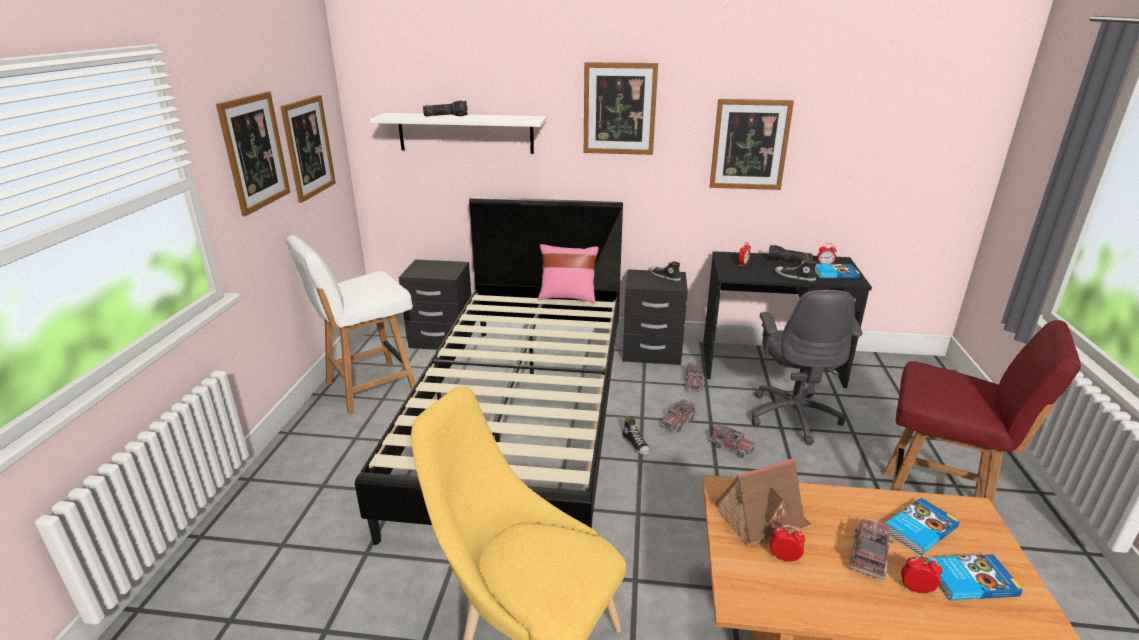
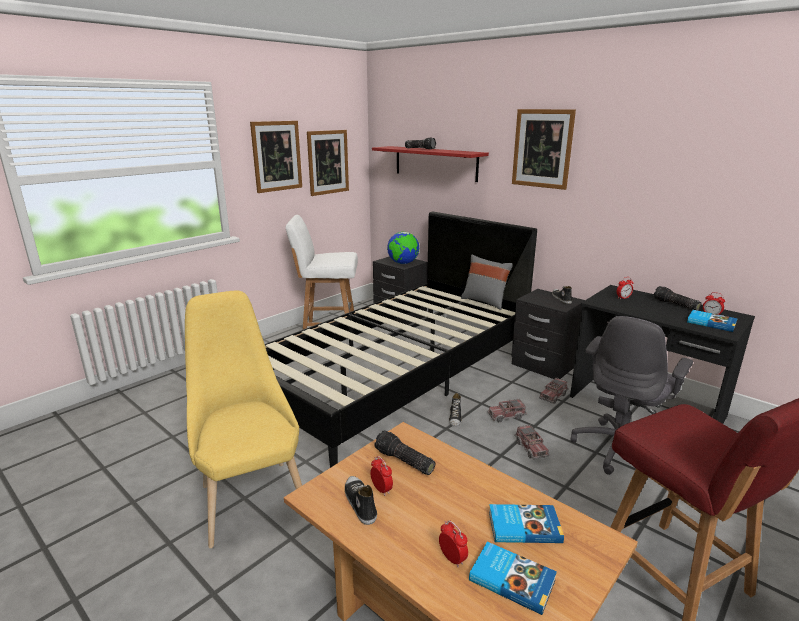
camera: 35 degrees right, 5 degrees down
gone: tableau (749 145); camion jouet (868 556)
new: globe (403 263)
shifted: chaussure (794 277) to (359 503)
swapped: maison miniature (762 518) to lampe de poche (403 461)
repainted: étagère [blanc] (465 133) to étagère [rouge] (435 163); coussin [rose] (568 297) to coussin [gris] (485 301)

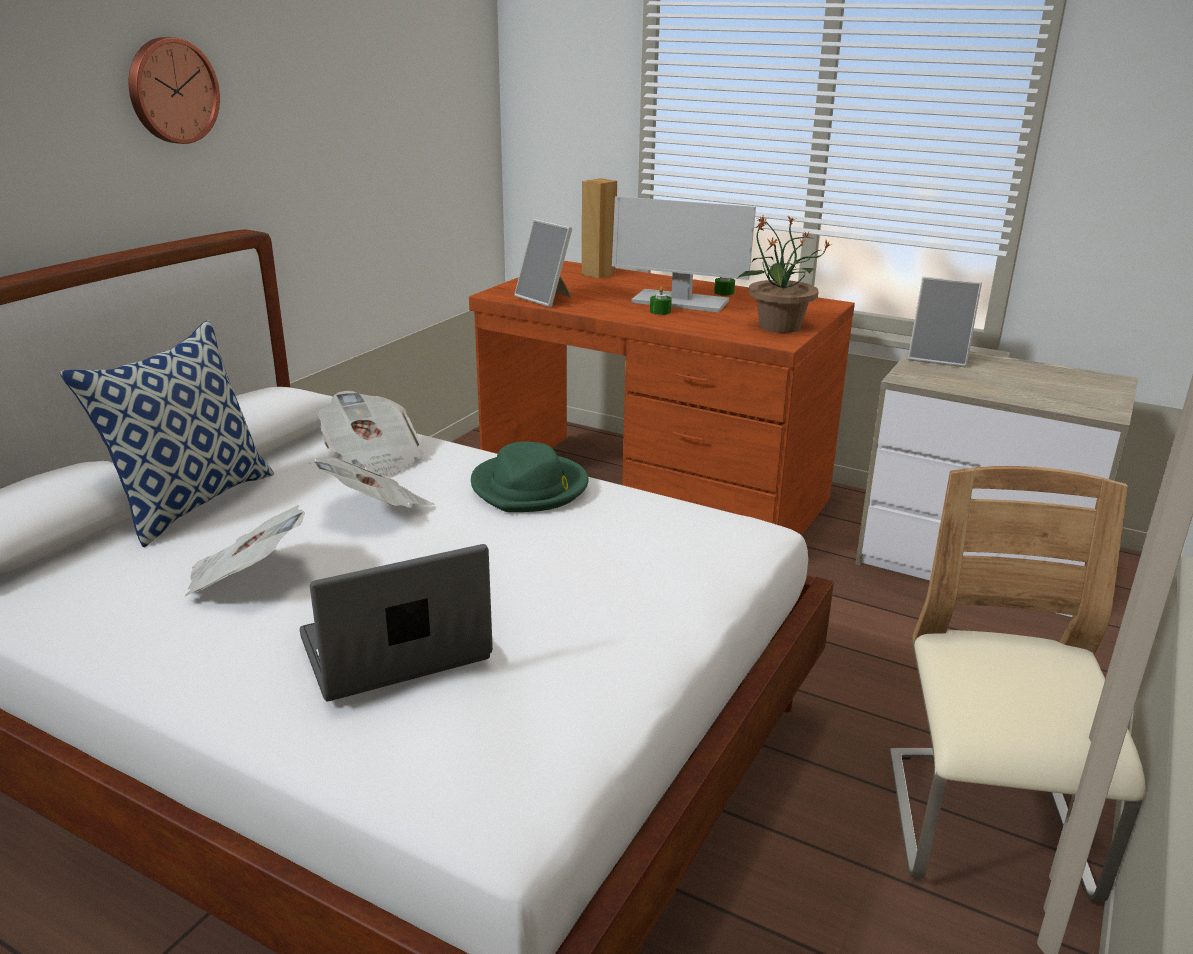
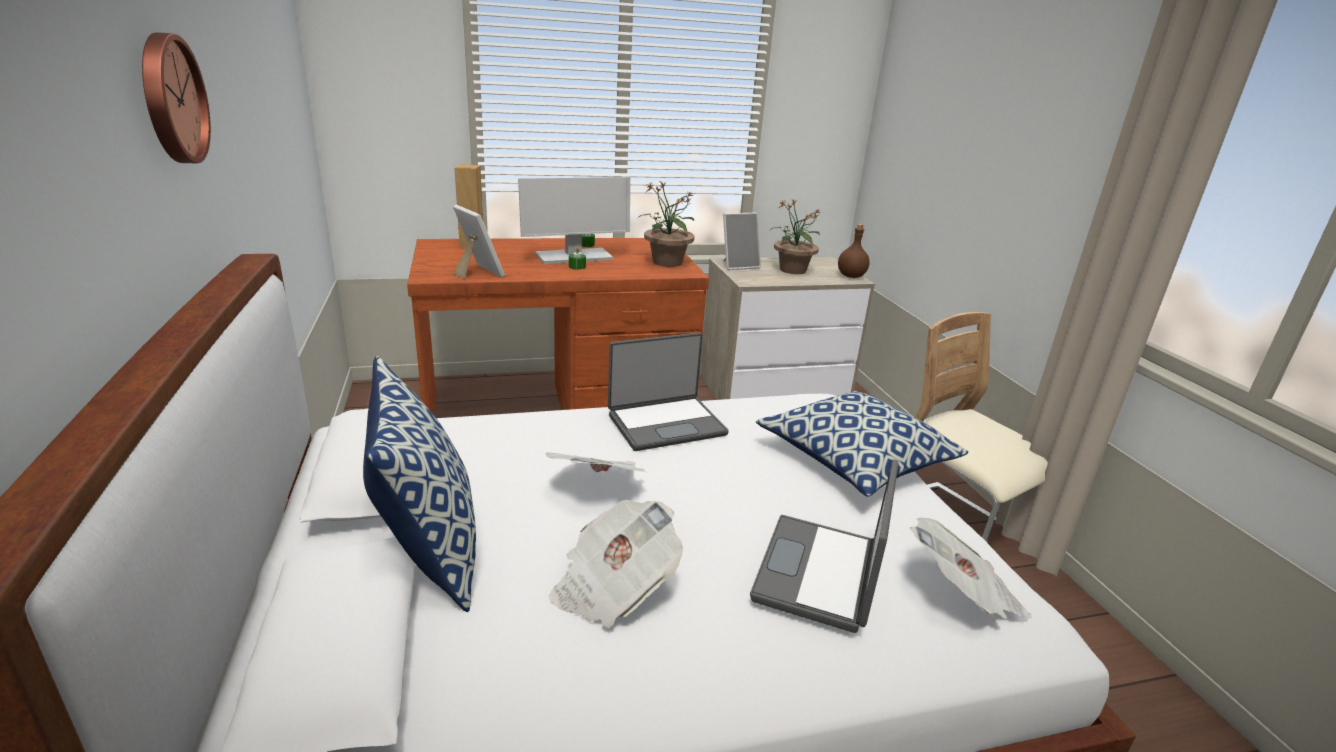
camera: 45 degrees left, 0 degrees up
new: coussin (854 460); plante en pot (792 270); bouteille [marron] (851 276)
shifted: journal (373 459) to (962 595)
swapped: chapeau [vert] (530 488) to ordinateur portable (666 424)
rotated: cadre photo (546 299) = (477 273) 135 degrees counterclockwise

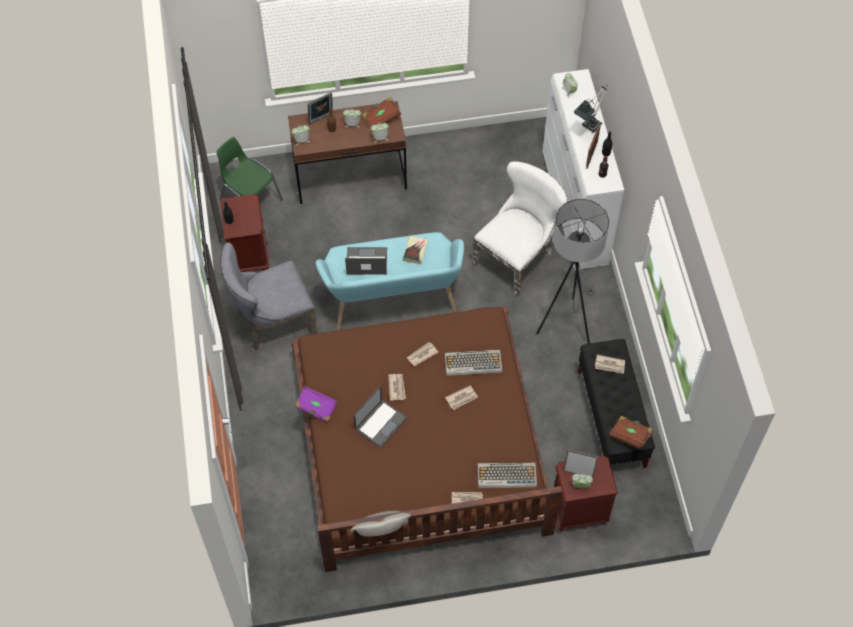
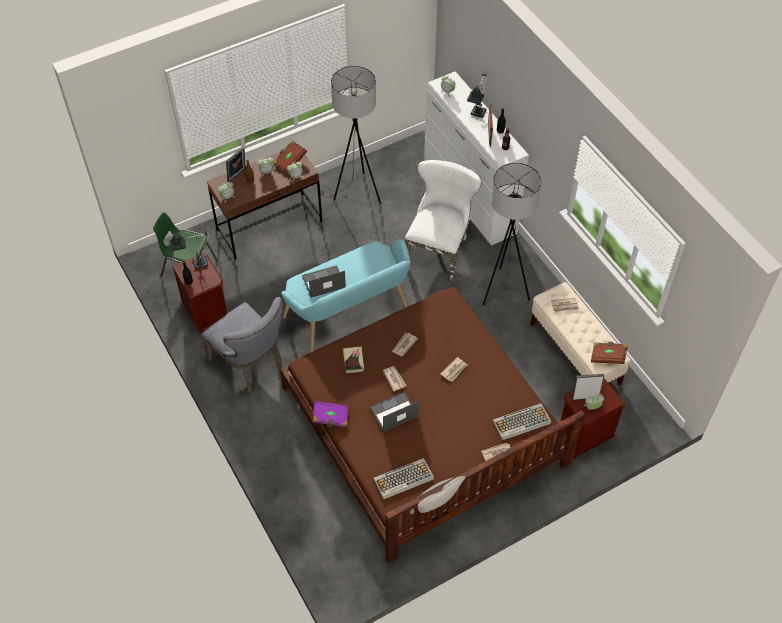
camera: 20 degrees left, 5 degrees down
new: lampe de table (196 264); lampadaire [gris] (356 193)
shifted: livre (415 251) to (353 361); clavier (472 363) to (403 479)
repainted: banc [noir] (611 419) to banc [beige] (575 354)
rotated: chaise [gris] (272 322) = (250 364) 90 degrees counterclockwise; ordinateur portable (381 423) = (393 412) 135 degrees counterclockwise

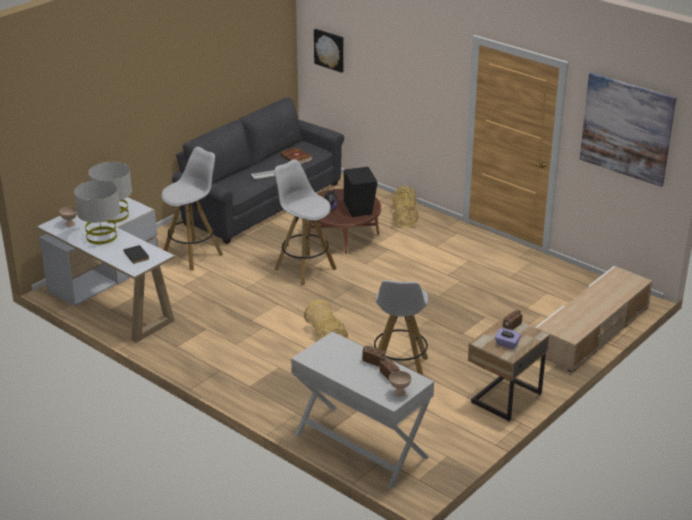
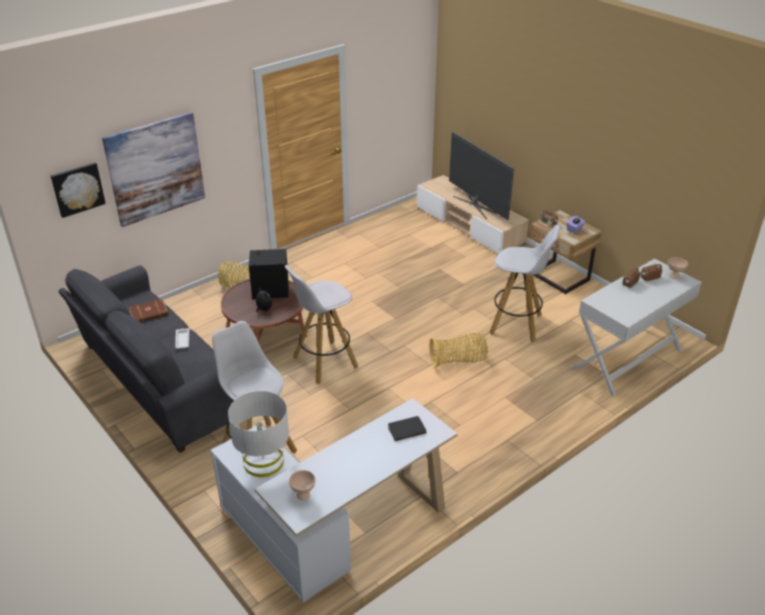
camera: 80 degrees left, 5 degrees up
gone: lampe de table [gris] (101 236)
new: téléviseur (476 205)
shifted: tableau (627 129) to (155 169)

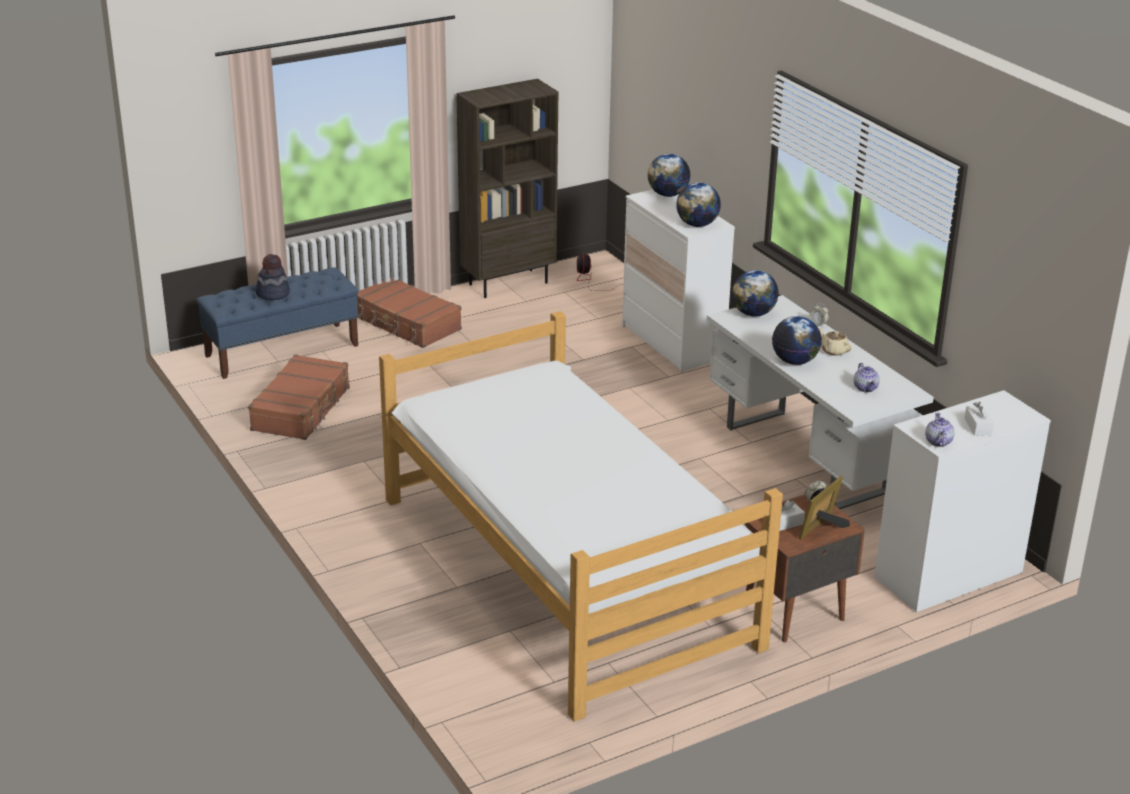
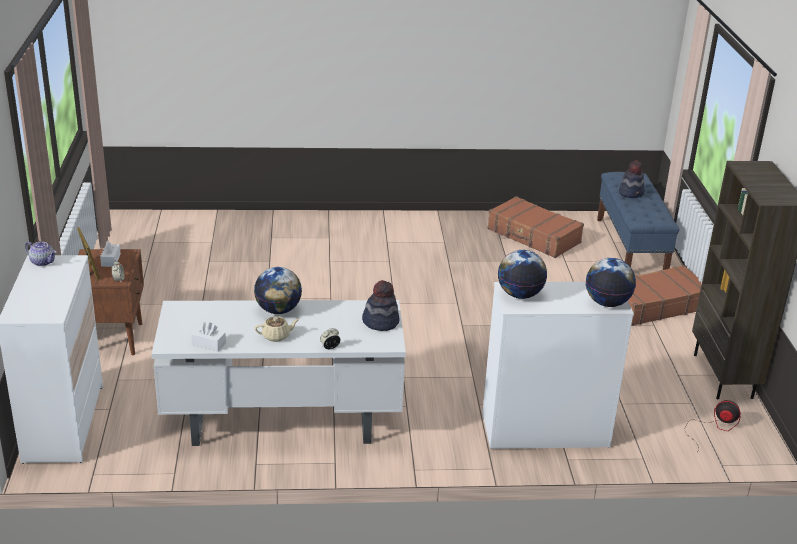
camera: 115 degrees right, 0 degrees up
gone: lit (564 571); théière (866 388)
shifted: boîte à mouchoirs [blanc] (977 426) to (208 344)
swapped: globe (753 314) to chapeau (380 322)

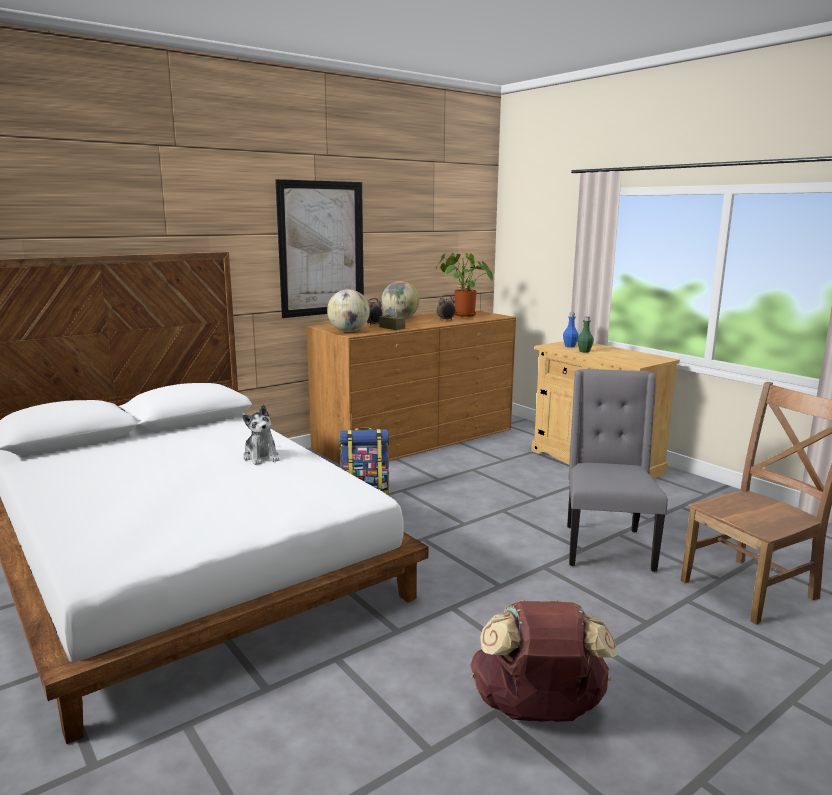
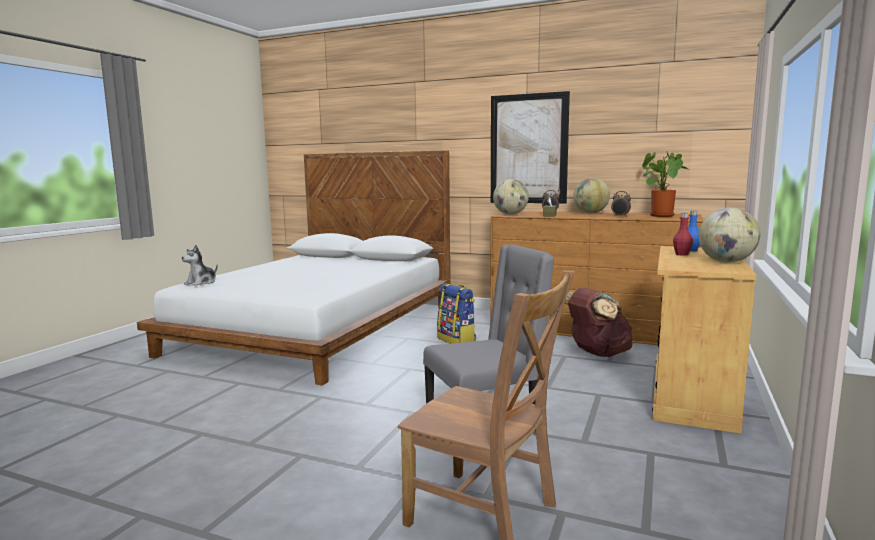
camera: 60 degrees right, 5 degrees down
new: globe (726 262)
shifted: peluche (261 457) to (201 282); sac à dos [marron] (537 711) to (597 353)
repainted: bouteille [vert] (584 351) to bouteille [rouge] (681 254)

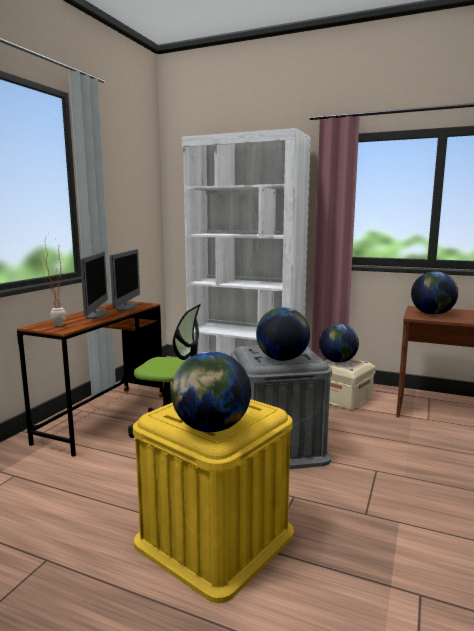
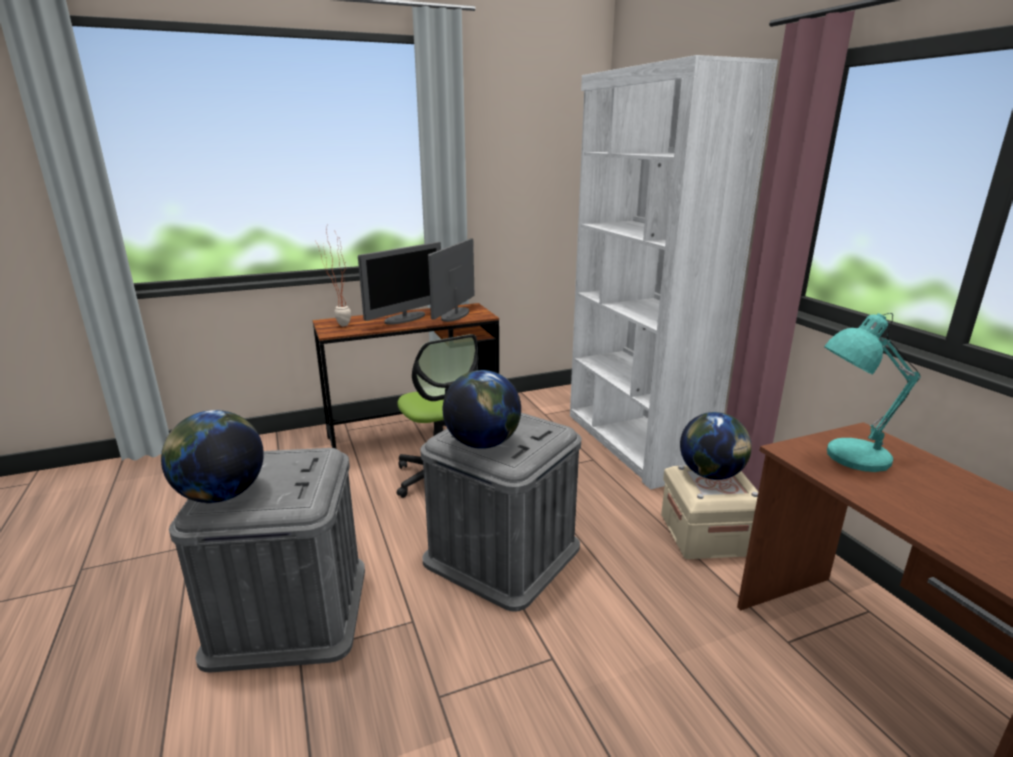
camera: 45 degrees right, 10 degrees up
swapped: globe (432 314) to lampe de table [turquoise] (850 457)
repainted: boîte de rangement [jaune] (215 538) to boîte de rangement [gris] (289 610)
rotated: écran d'ordinateur (127 307) = (455 315) 150 degrees clockwise

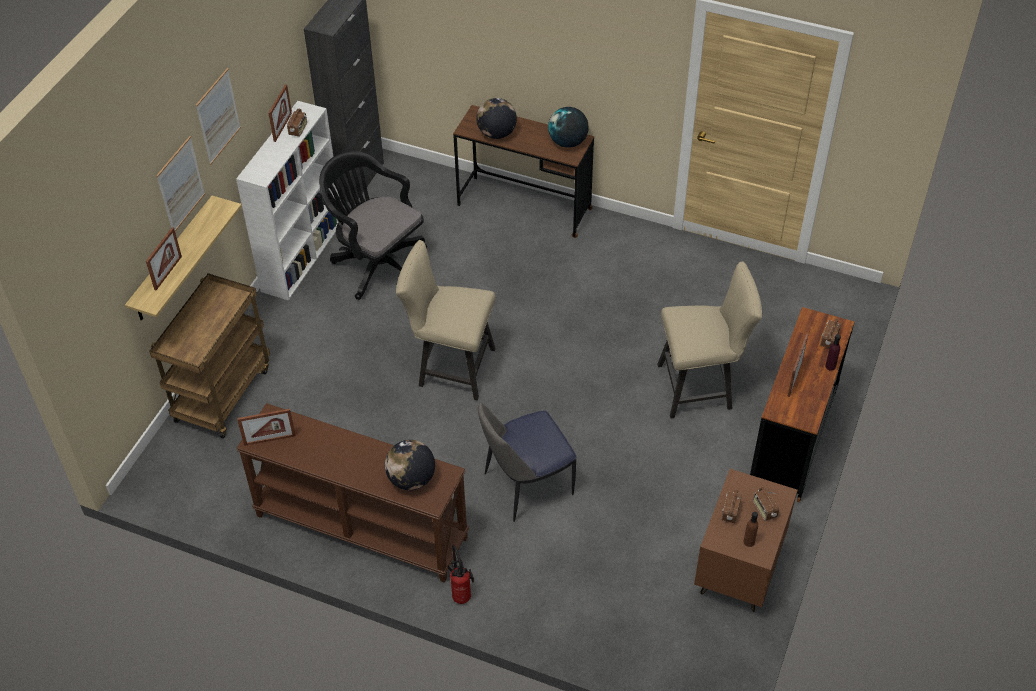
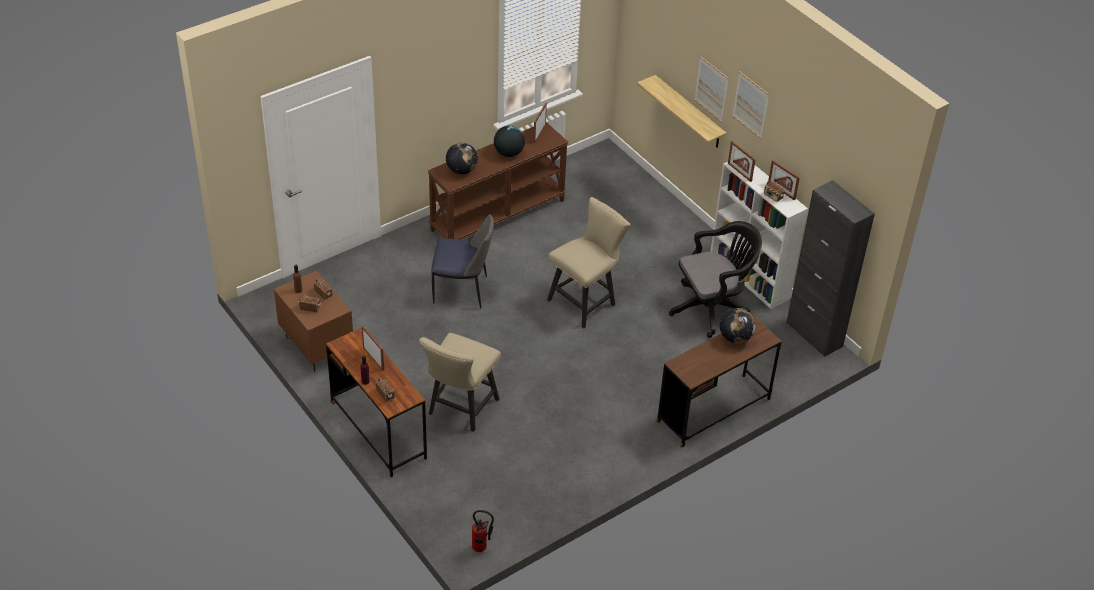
camera: 120 degrees right, 5 degrees down
gone: chariot [marron] (222 393)
shifted: cadre photo (168 273) to (739 172); extincteur (461 594) to (481 549); globe (568 142) to (508 153)
rotated: chaise (526 485) = (462 290) 90 degrees clockwise

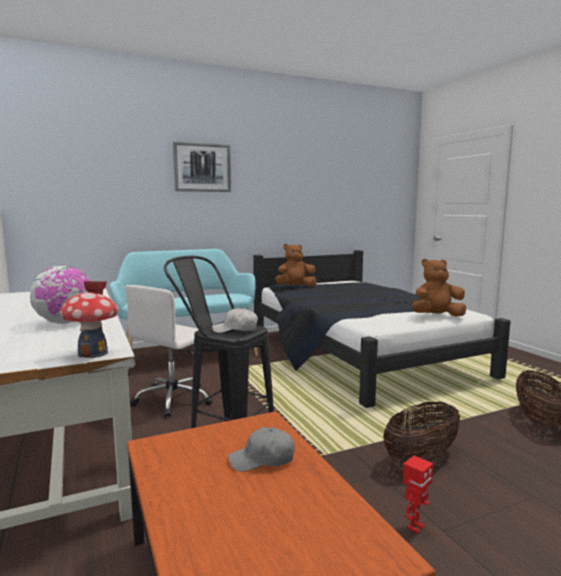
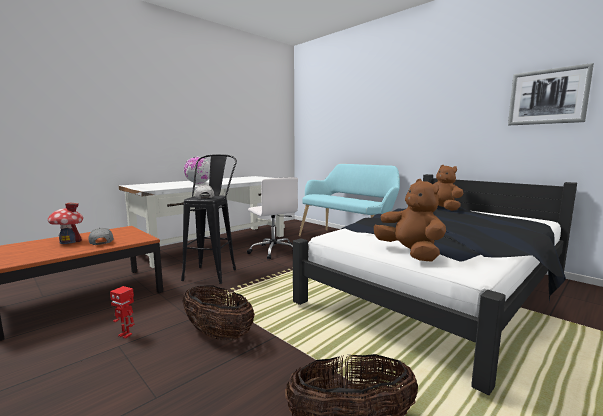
camera: 70 degrees right, 0 degrees up
shifted: maison miniature (93 353) to (68 241); tableau (202 167) to (547 97)
rotated: chaise de bureau [blanc] (174 399) = (273 251) 135 degrees counterclockwise

